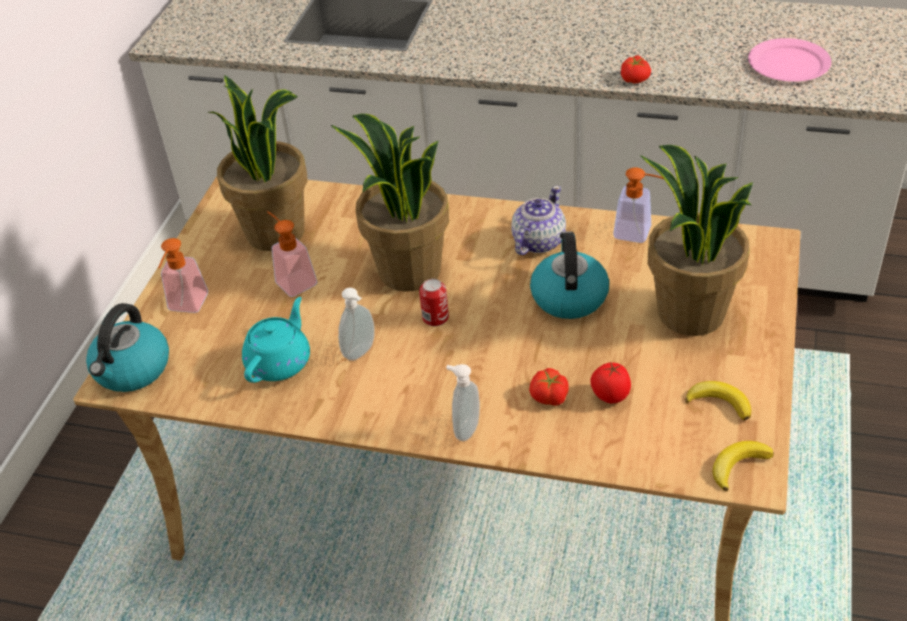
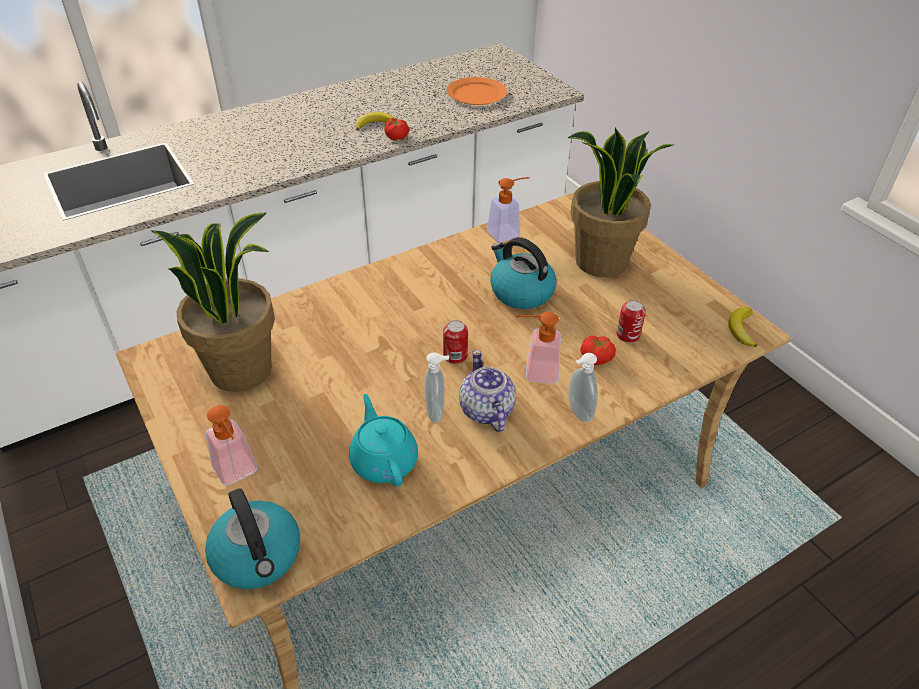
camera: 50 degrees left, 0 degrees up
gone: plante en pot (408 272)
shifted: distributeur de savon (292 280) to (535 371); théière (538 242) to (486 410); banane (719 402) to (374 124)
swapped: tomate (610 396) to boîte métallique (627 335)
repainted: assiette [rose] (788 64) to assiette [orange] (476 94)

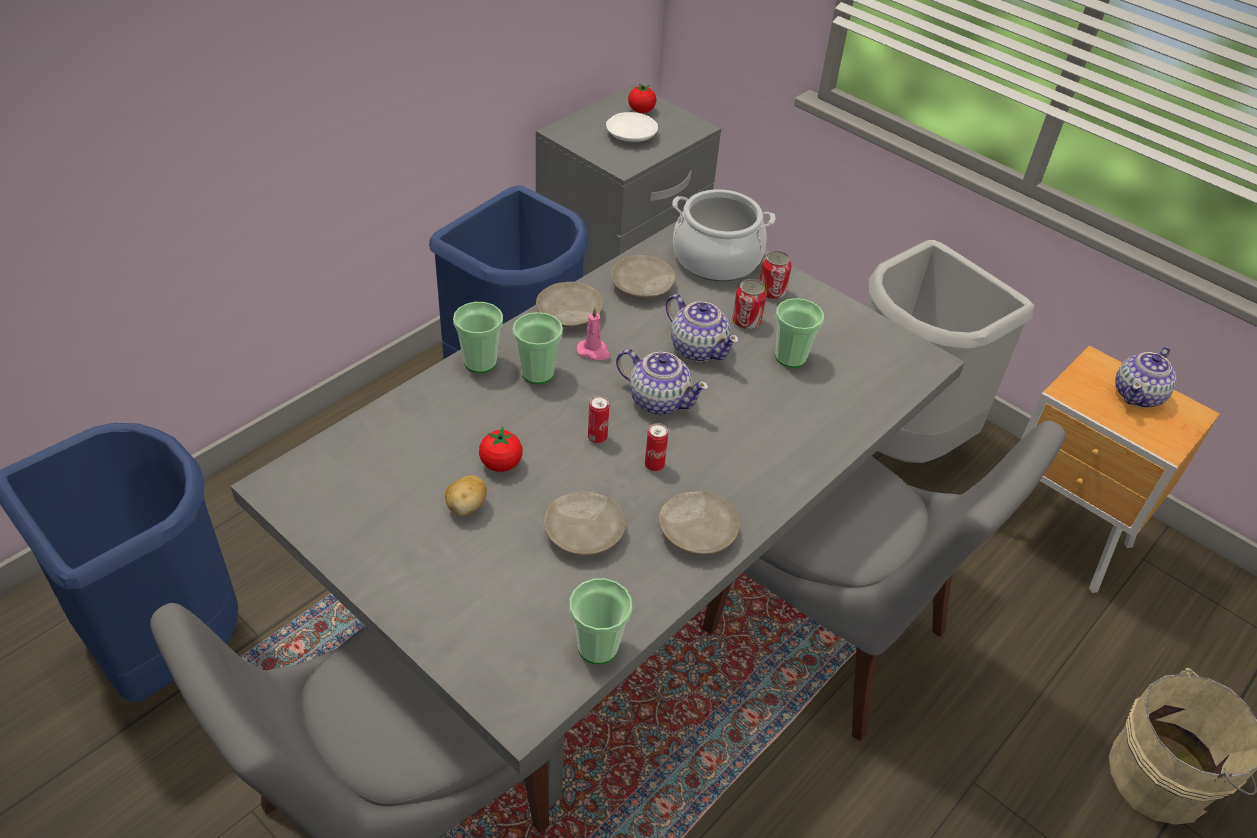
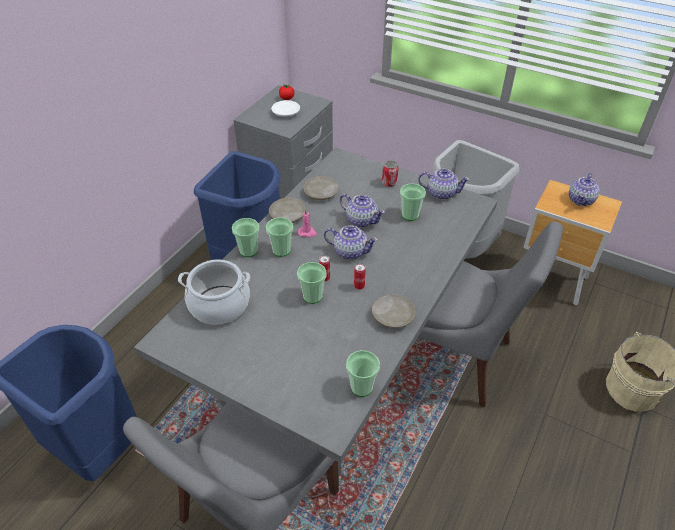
camera: 10 degrees left, 0 degrees up
gone: pomme de terre (466 507); tomate (501 464); assiette [beige] (584 532); boîte métallique (746 321)
new: tasse (312 296); théière (441 193)
shifted: marmite (716 259) to (219 305)

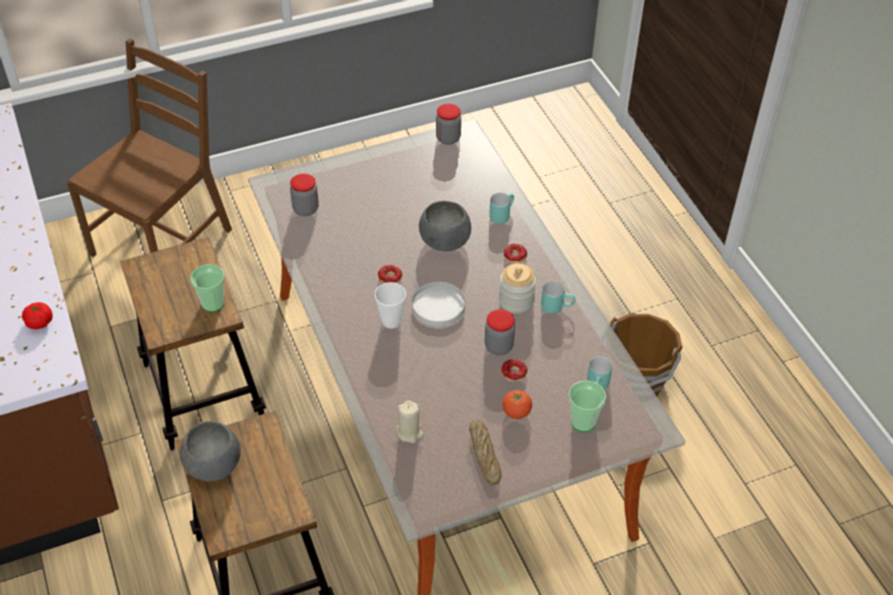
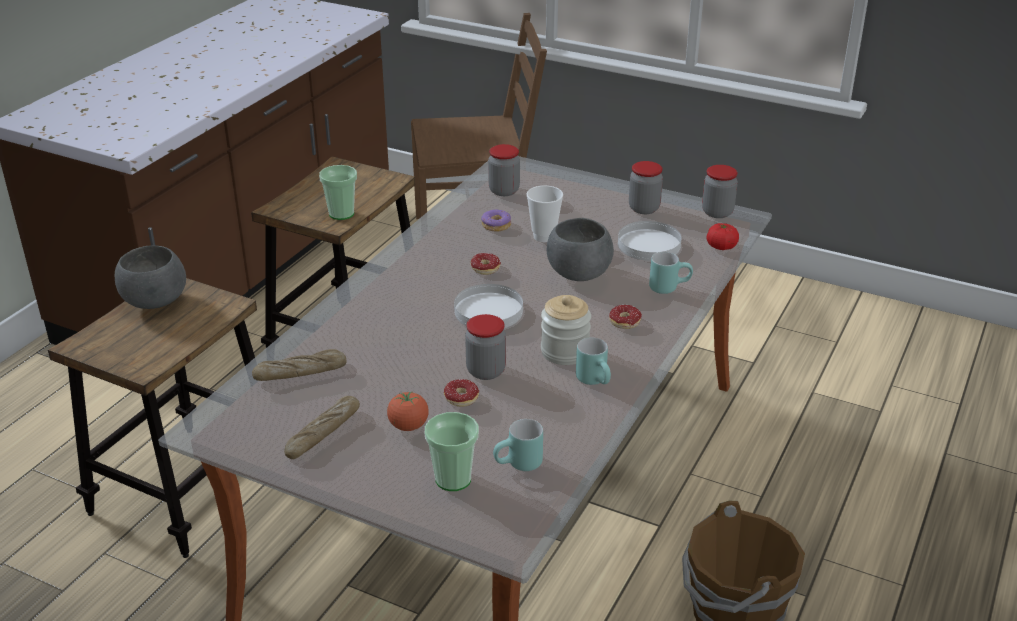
camera: 50 degrees right, 15 degrees down
new: beignet (496 225); assiette [blanc] (648 244); bocal (644 208)
shifted: tomate (39 322) to (721 247); tasse (391 321) to (544 237)
swapped: bougie [beige] (409 432) to pain (300 373)

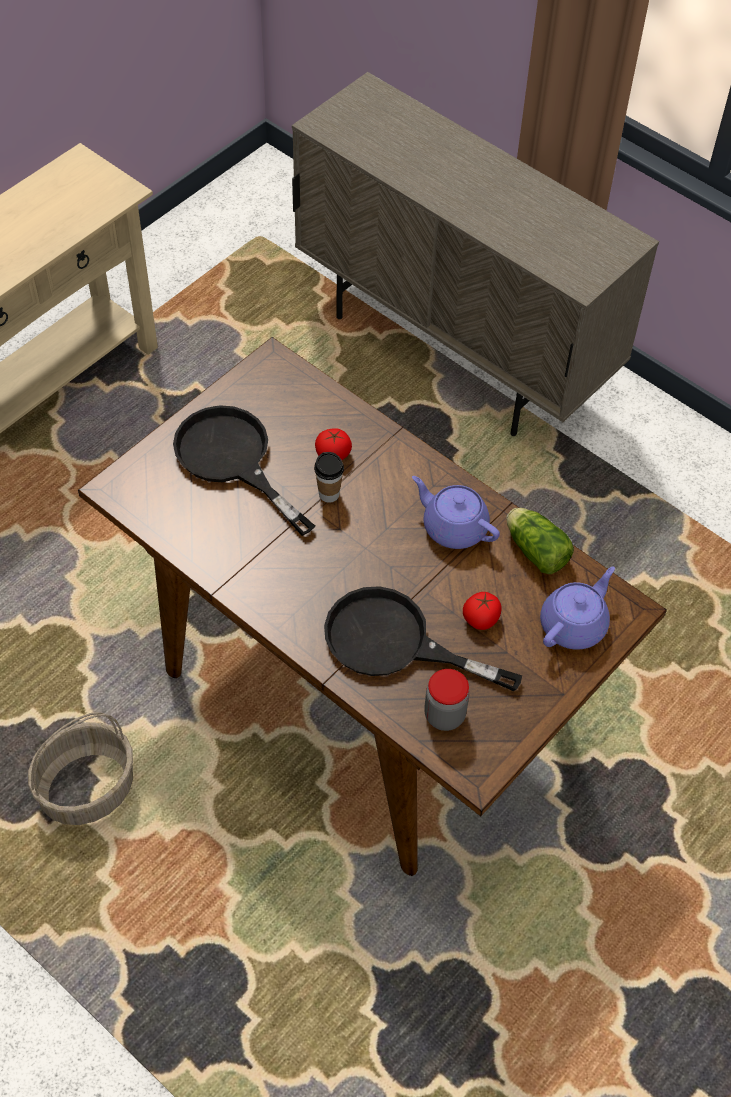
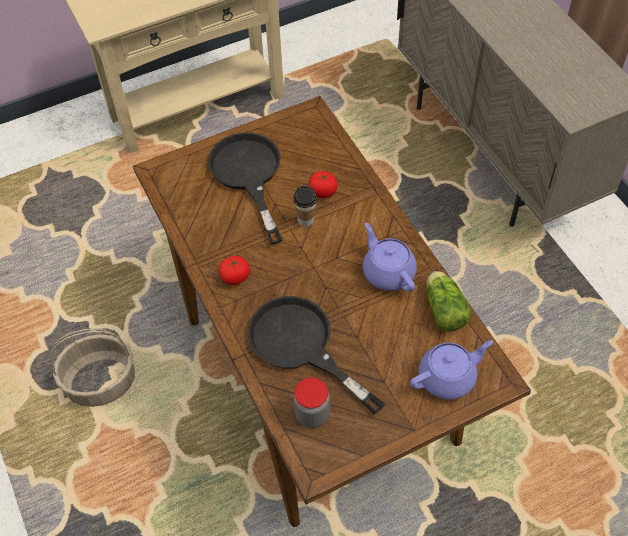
camera: 25 degrees right, 0 degrees up
shifted: tomate (481 619) to (235 277)

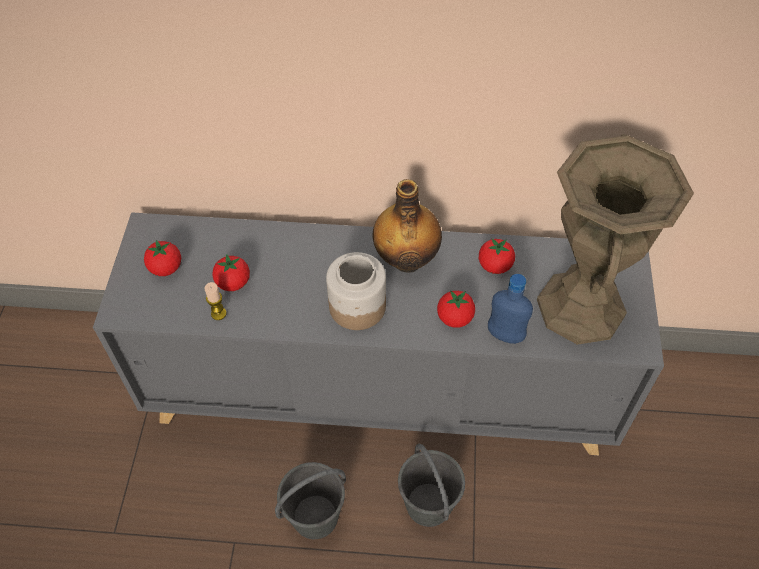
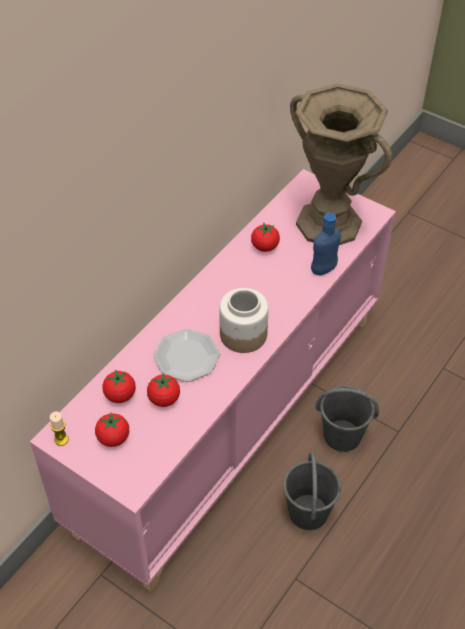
camera: 60 degrees left, 5 degrees down
gone: bouteille (407 259)
new: assiette (186 357)
shifted: bougie (218 313) to (61 439); tomate (455 318) to (120 395)
repainted: meuble de rangement [gris] (382 390) to meuble de rangement [rose] (232 418)

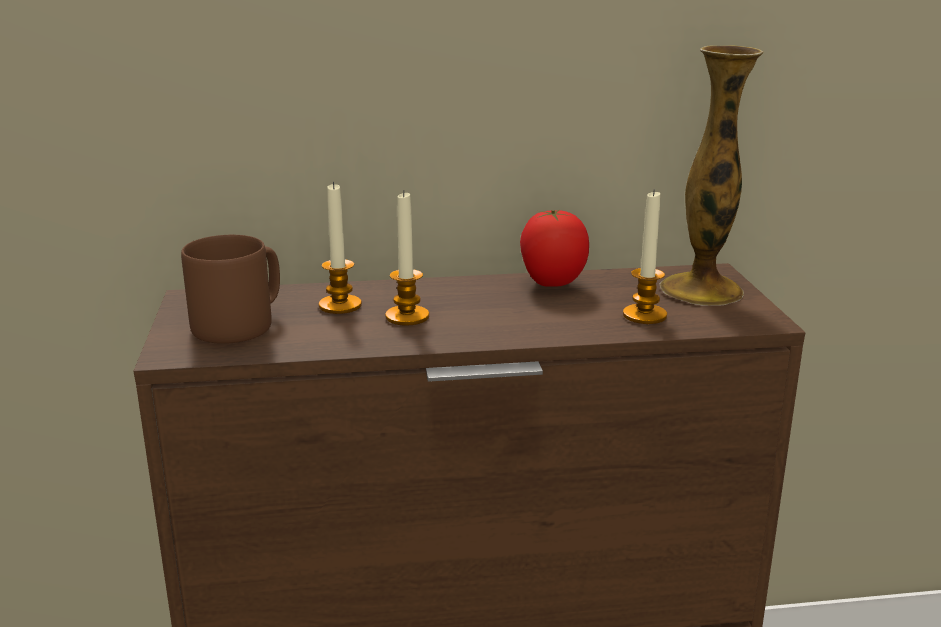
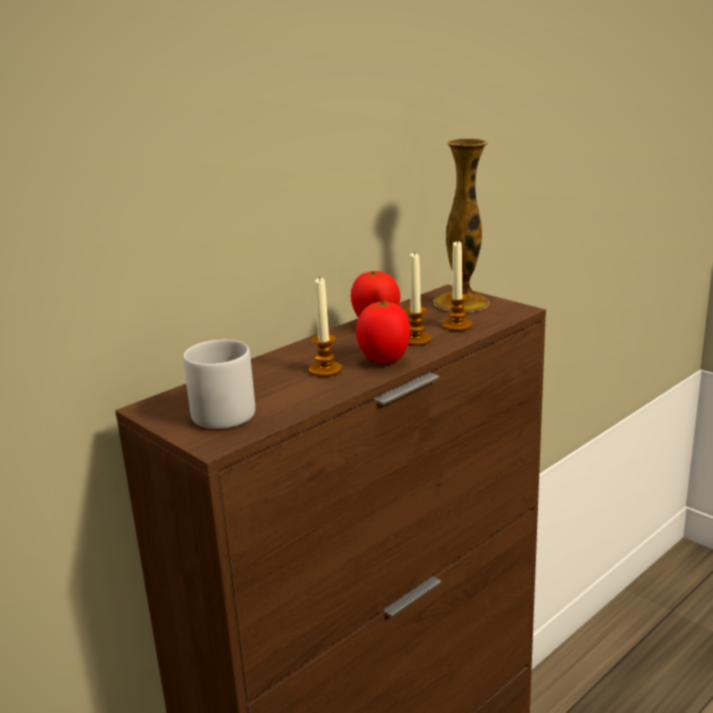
camera: 35 degrees left, 0 degrees up
new: tomate (384 361)
shifted: bougie (340 305) to (416 340)
repainted: mug [marron] (240 325) to mug [gris] (225 411)

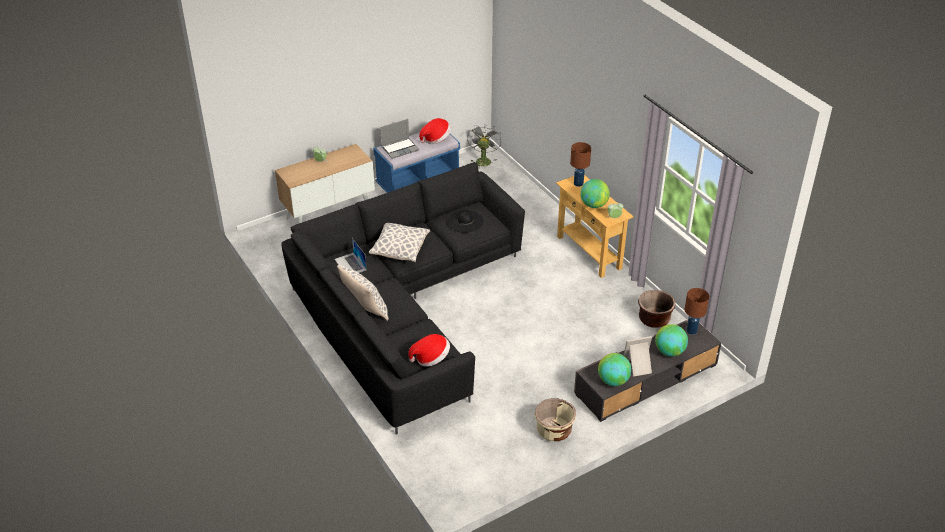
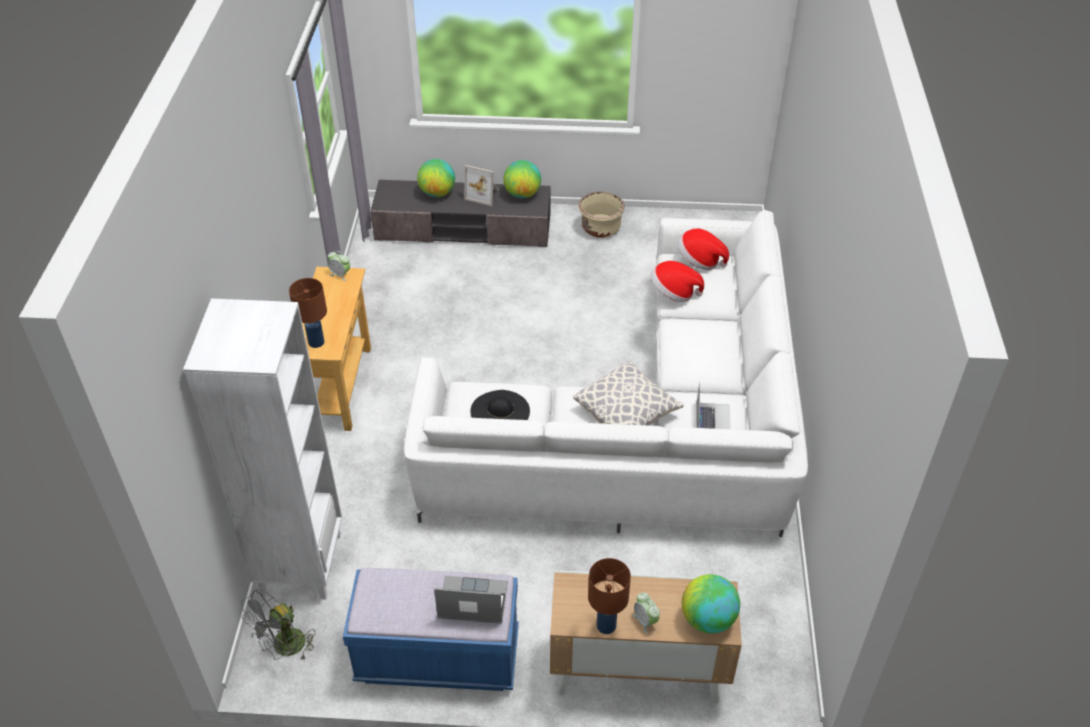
camera: 145 degrees left, 5 degrees up
gone: coussin (365 310); cache-pot [marron] (654 319)
new: bibliothèque [blanc] (300 563)
shifted: chapeau (436 139) to (673 293); globe (593 205) to (707 619); lampe de table [marron] (692 330) to (605 625)
repainted: canapé [noir] (403 309) to canapé [blanc] (648 428)

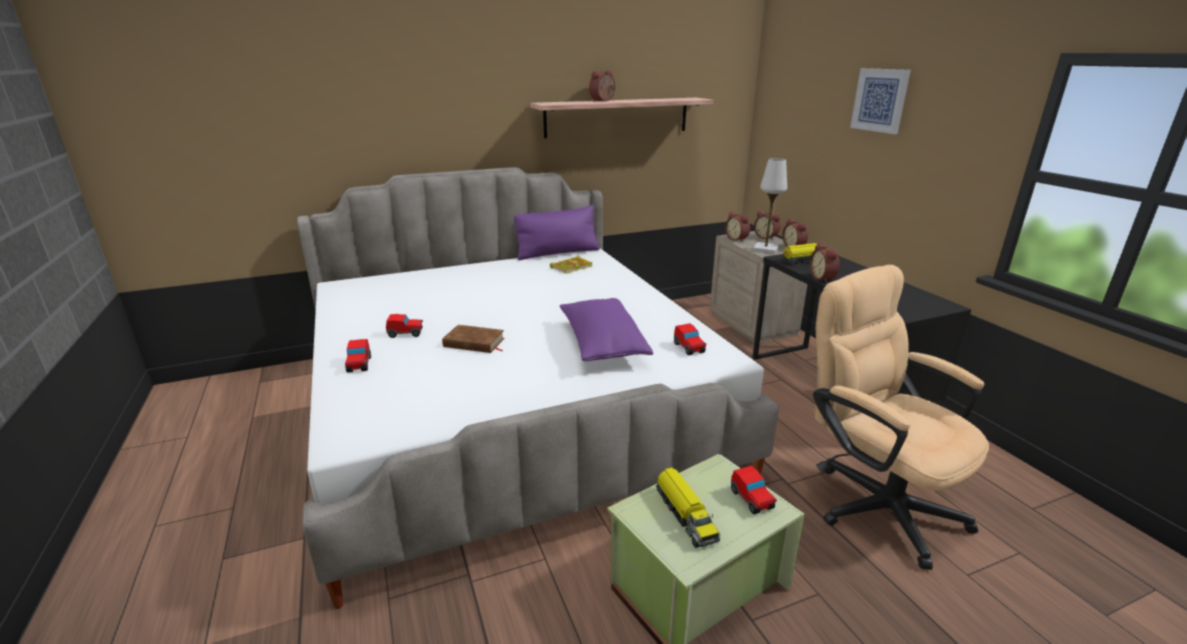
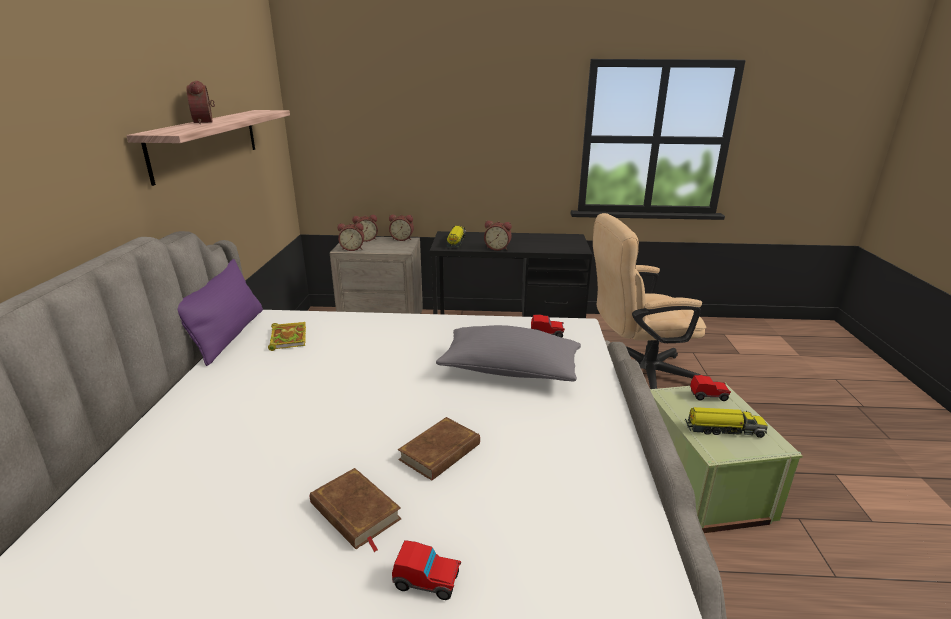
camera: 65 degrees left, 0 degrees up
gone: lampe de table [blanc] (765 249); tableau (880 100)
swapped: petite voiture (406 333) to livre [marron] (355 512)
repainted: coussin [violet] (602 344) to coussin [gris] (509 371)

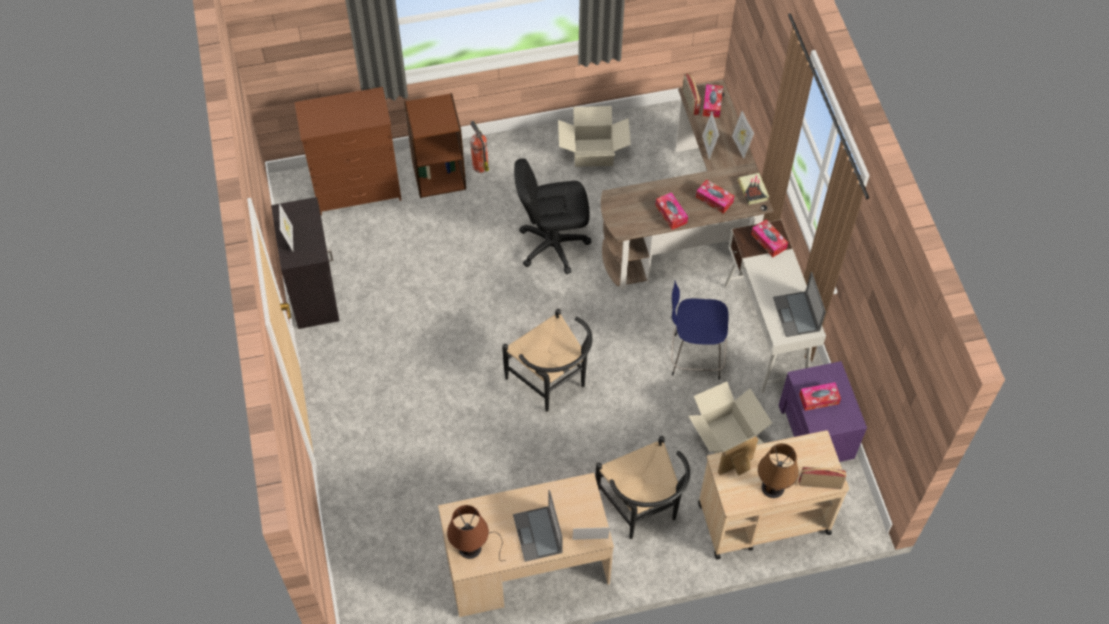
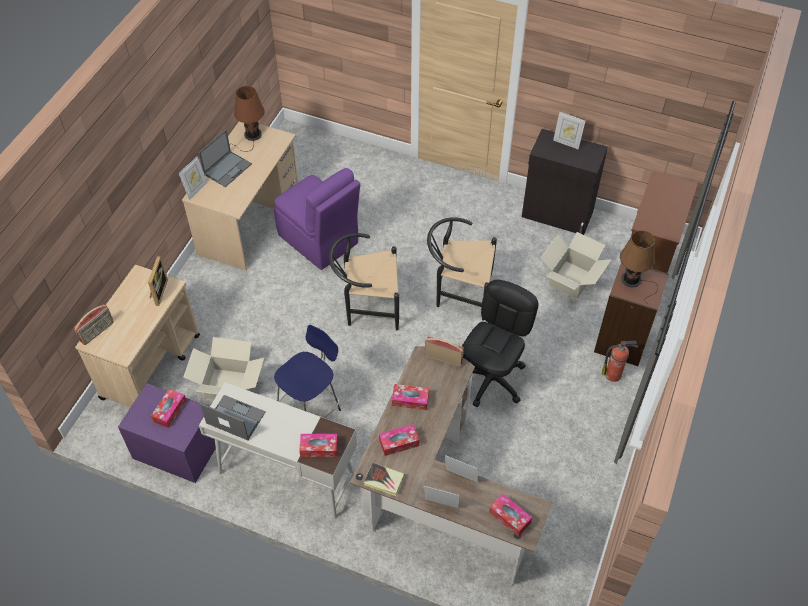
camera: 125 degrees right, 5 degrees down
new: chaise [violet] (319 240)
shifted: carton (593 153) to (570 279); chaise [noir] (642 509) to (459 292); radio (690 102) to (443 358); lampe de table [marron] (772 485) to (633 281)
rotated: ordinateur portable (538 534) = (227 168) 105 degrees clockwise

